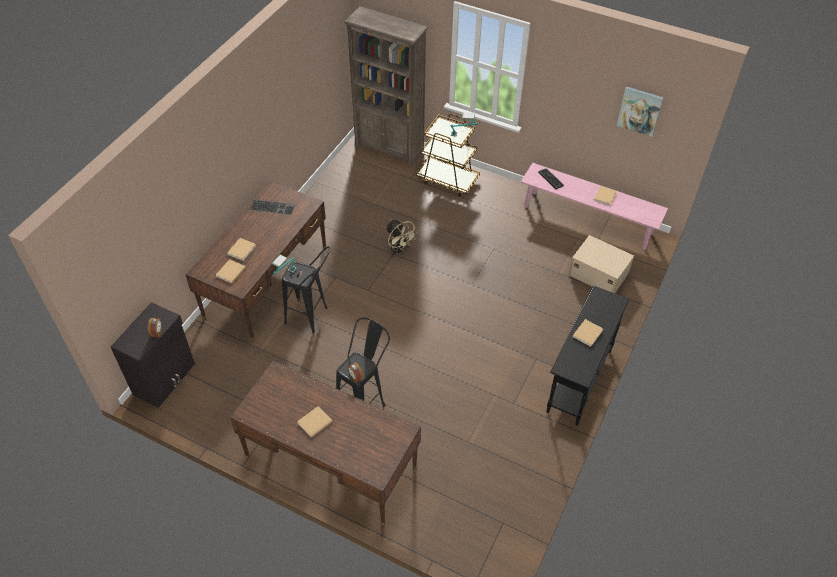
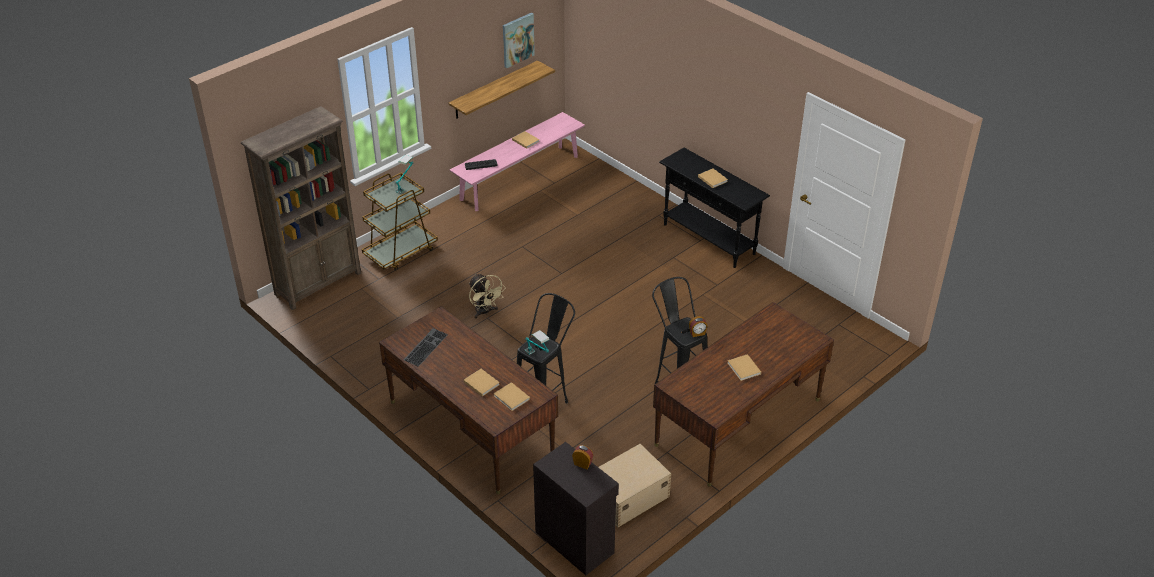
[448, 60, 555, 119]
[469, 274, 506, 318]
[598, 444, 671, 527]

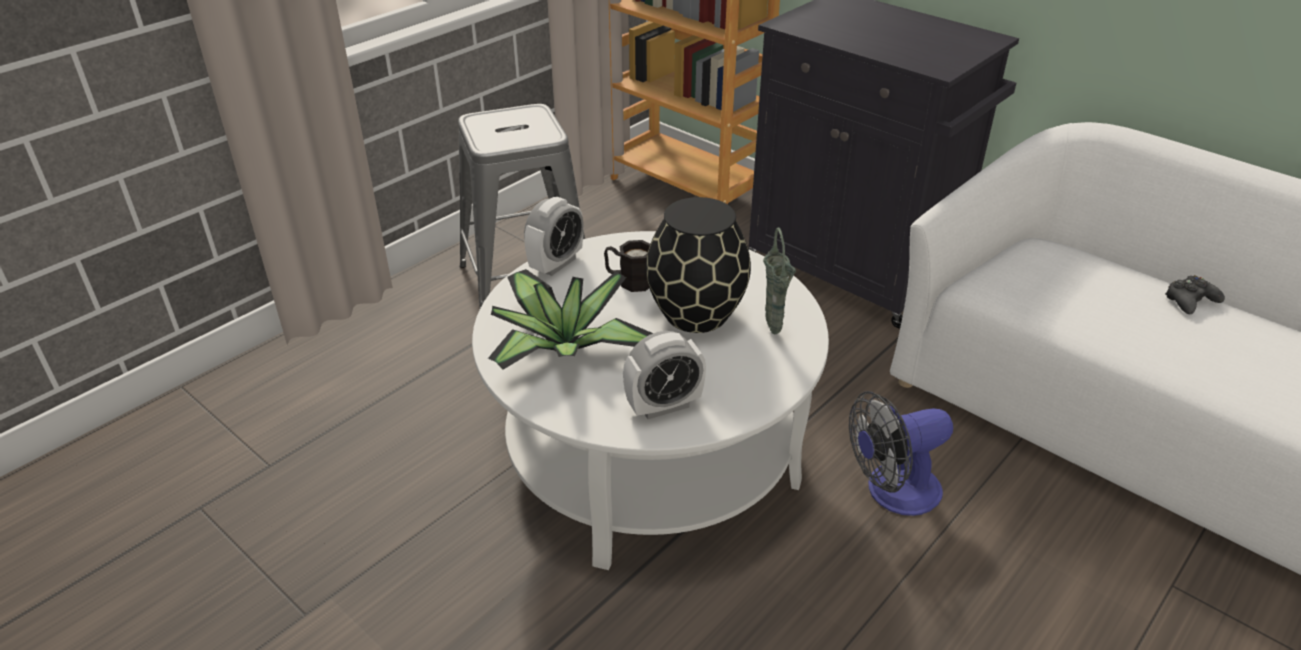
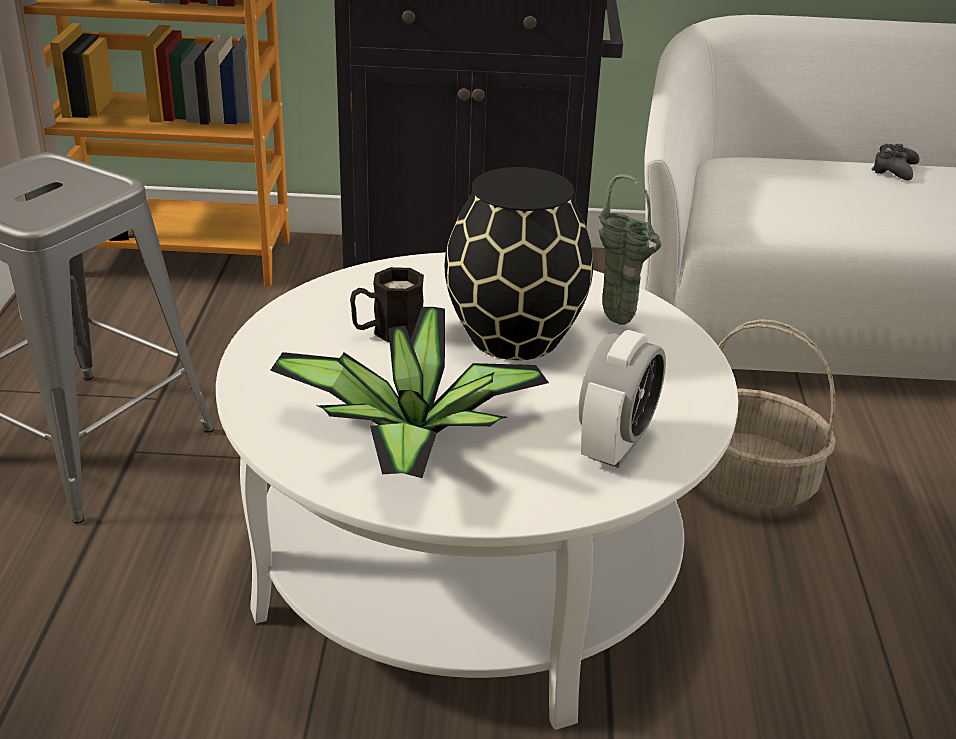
[702, 319, 836, 510]
[524, 197, 584, 276] (first image)

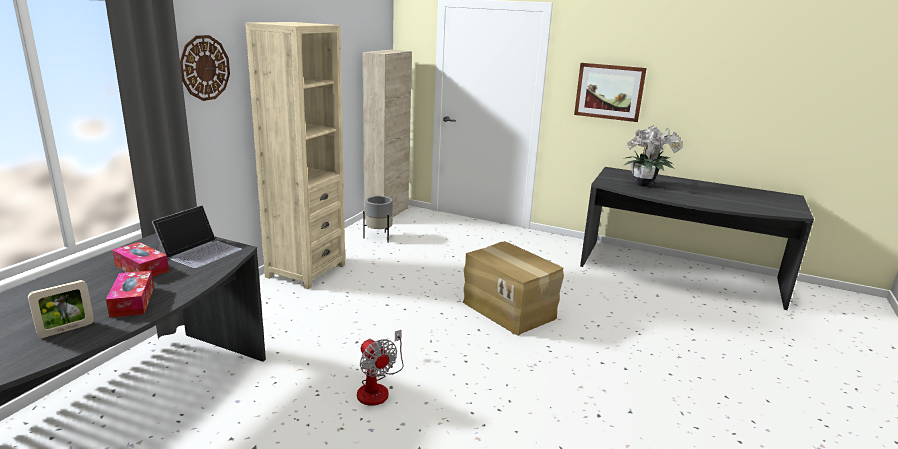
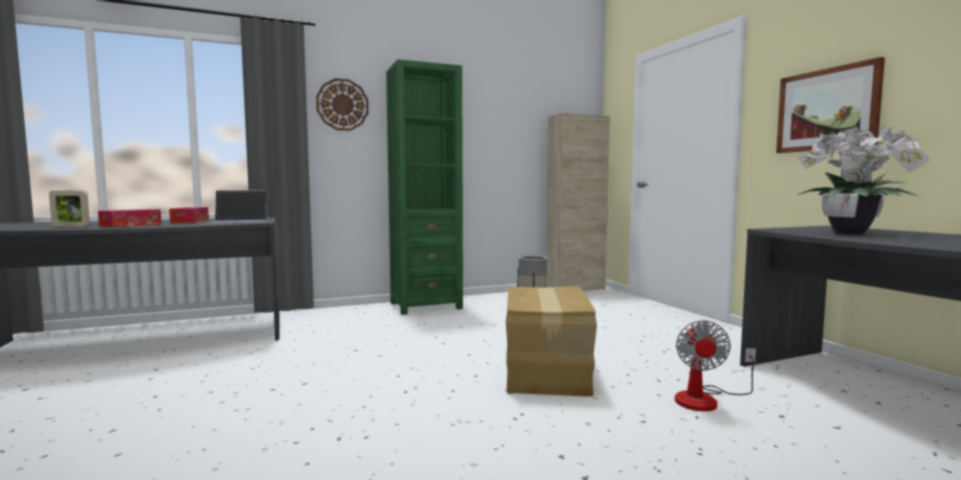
[386, 59, 463, 315]
[675, 320, 756, 411]

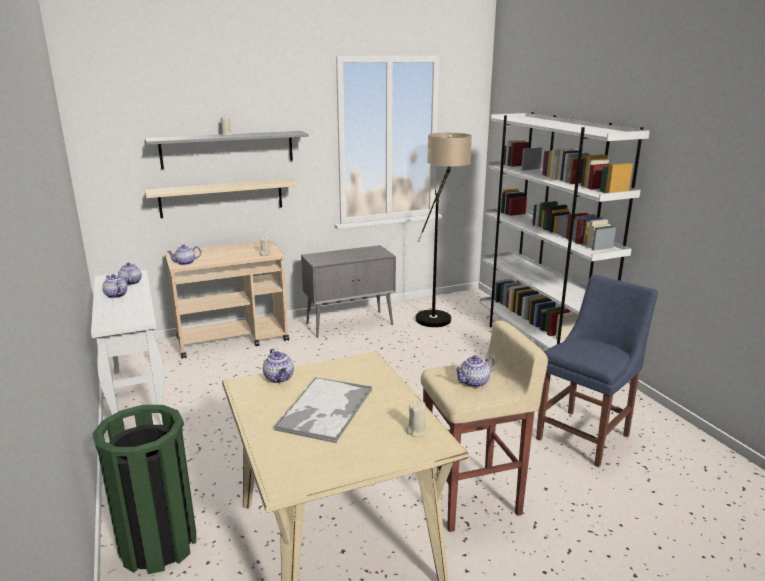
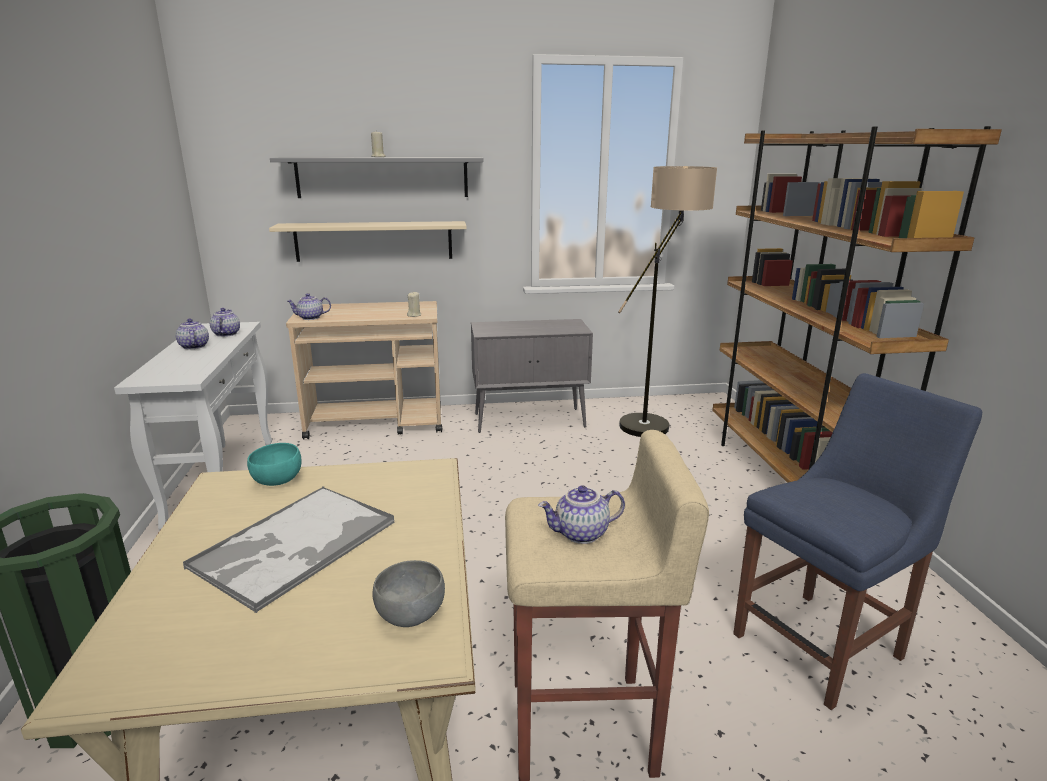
[247, 443, 301, 486]
[372, 560, 445, 627]
[712, 126, 1002, 483]

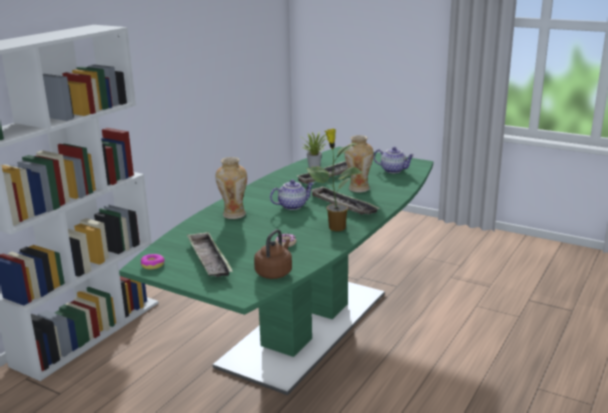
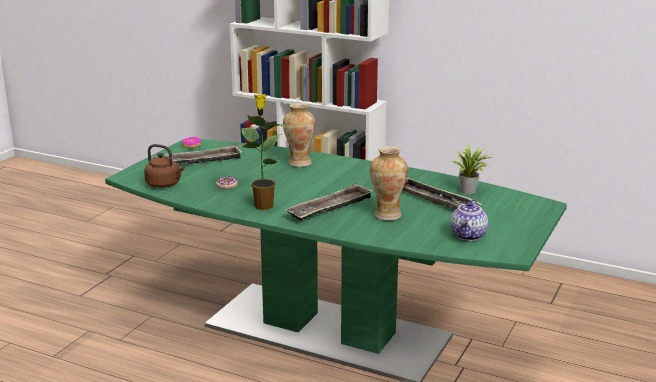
[270, 180, 314, 210] (first image)

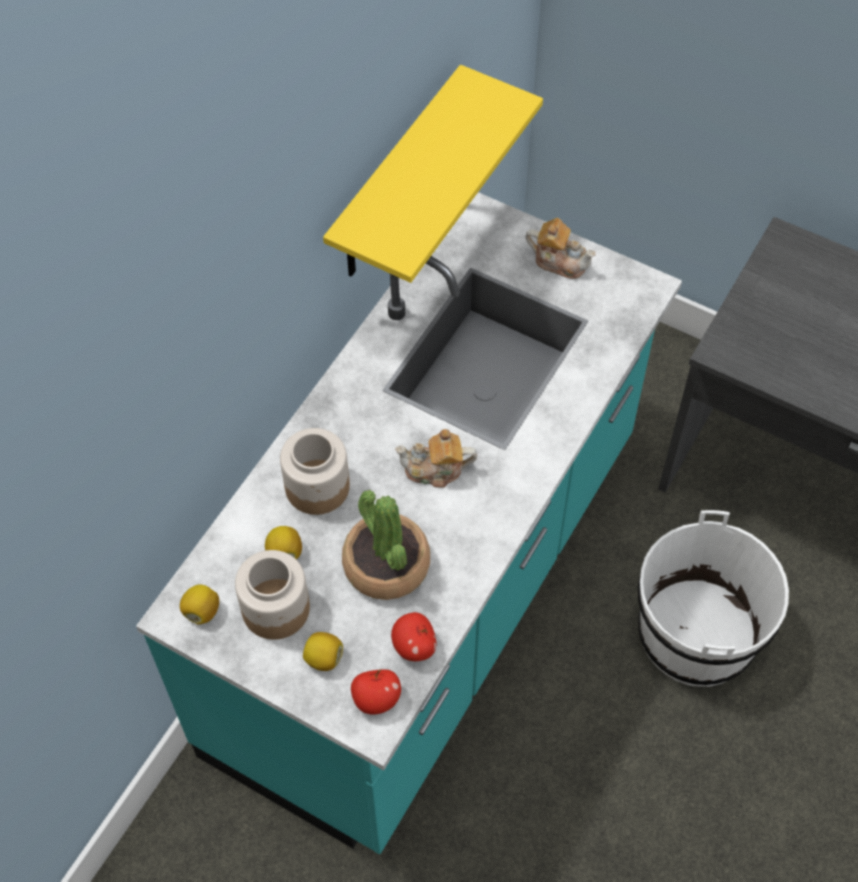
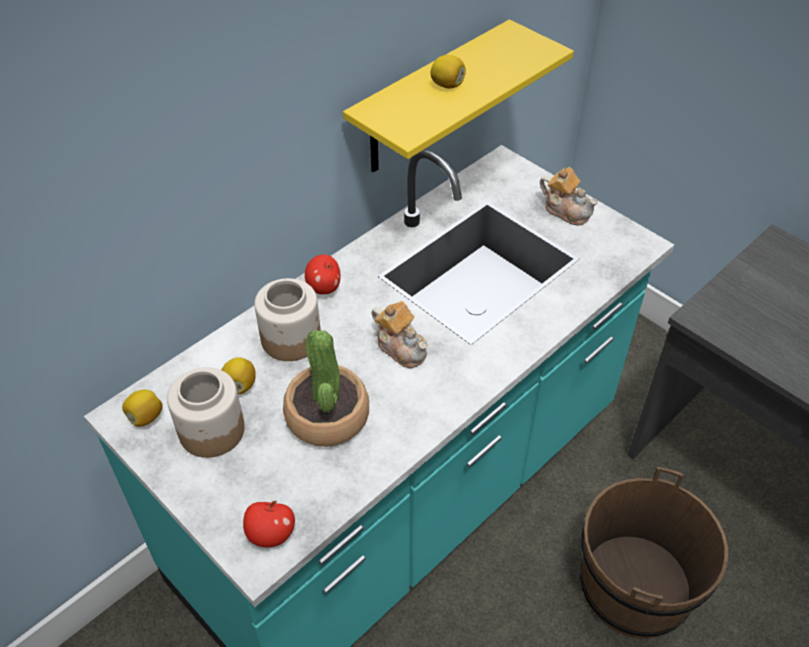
[305, 255, 340, 294]
[371, 301, 428, 368]
[430, 55, 466, 89]
[580, 467, 728, 639]

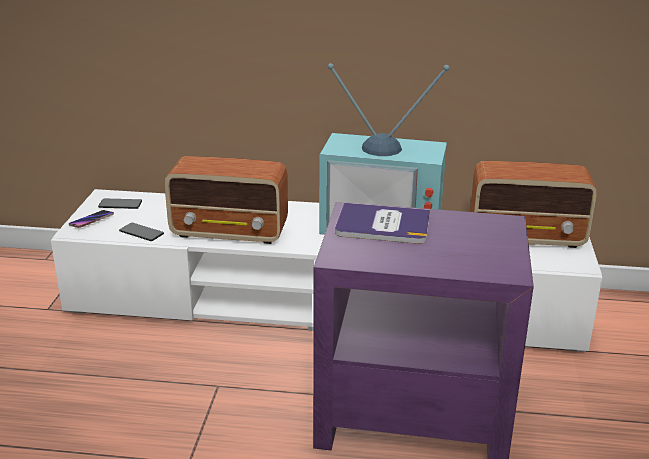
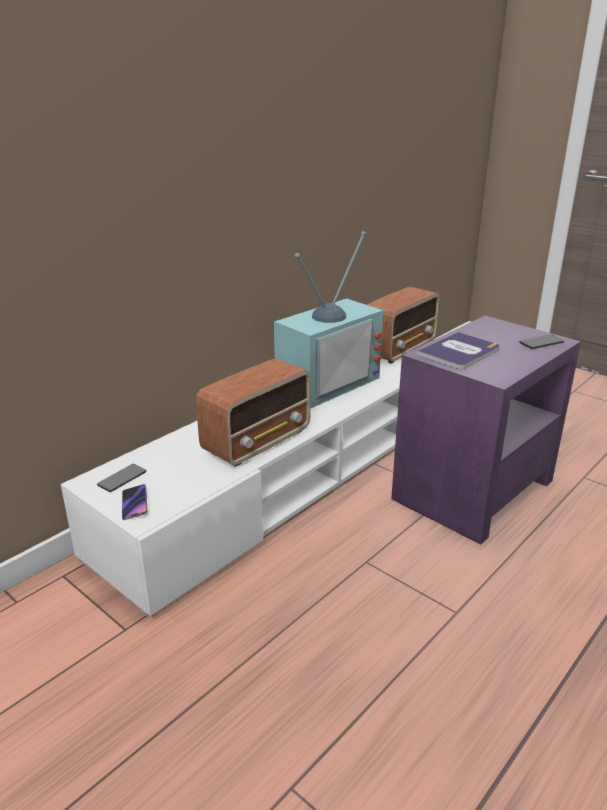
[519, 335, 564, 349]

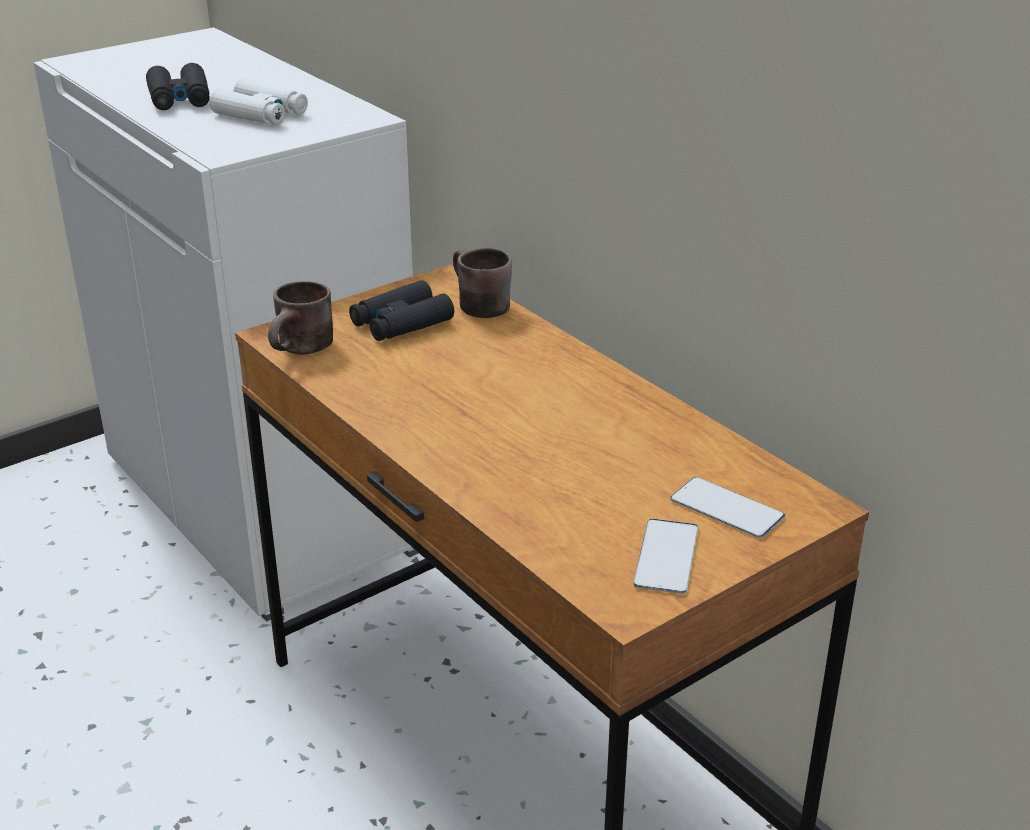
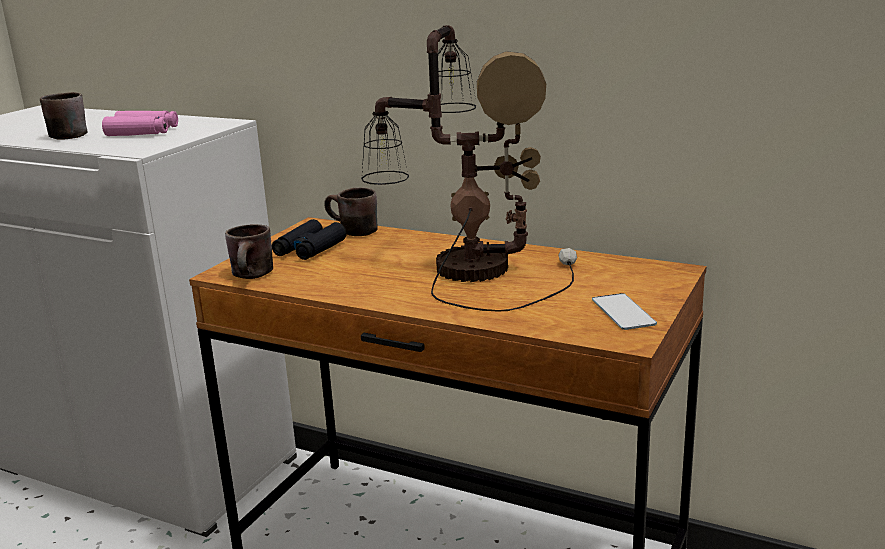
[40, 92, 88, 140]
[102, 111, 178, 136]
[361, 25, 577, 312]
[670, 477, 785, 538] (first image)

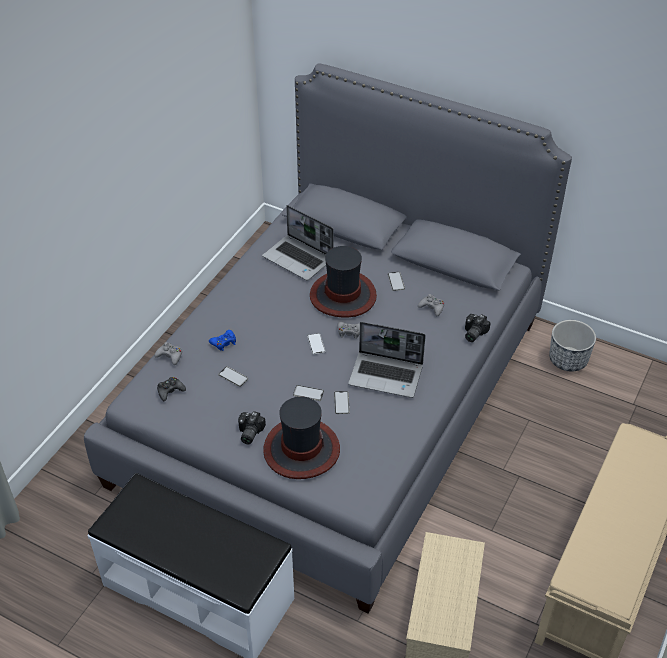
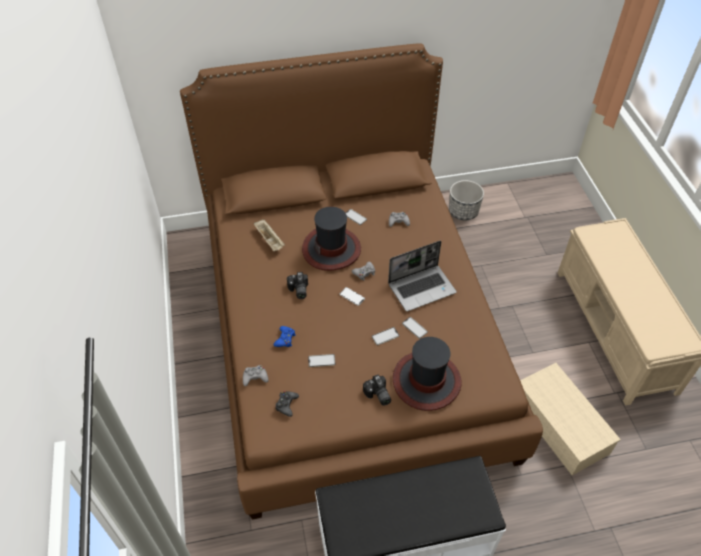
[180, 43, 543, 520]
[254, 219, 285, 251]
[287, 272, 308, 299]

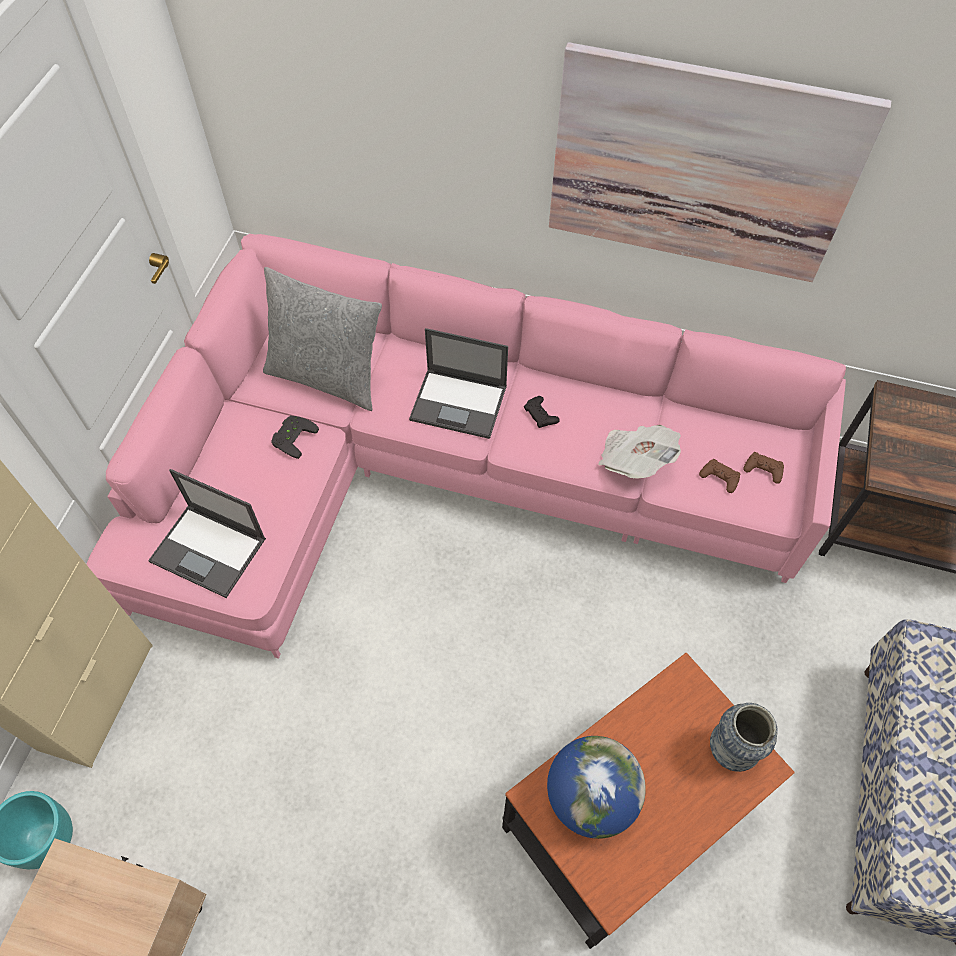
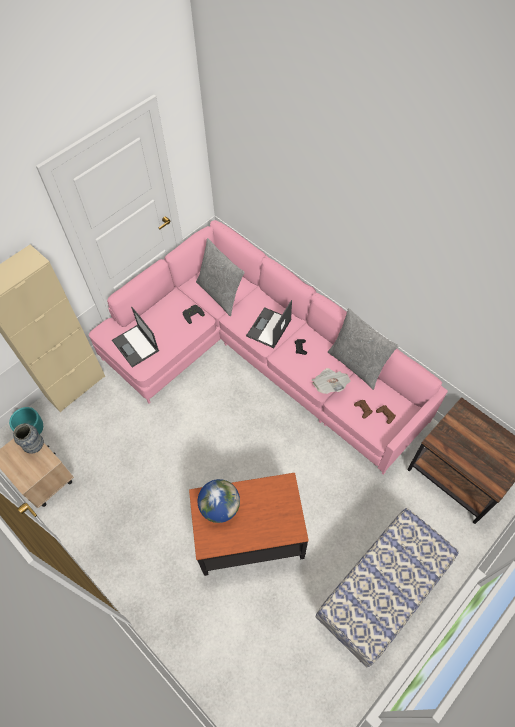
[13, 423, 44, 454]
[246, 300, 292, 348]
[328, 308, 399, 390]
[549, 42, 891, 282] (first image)

